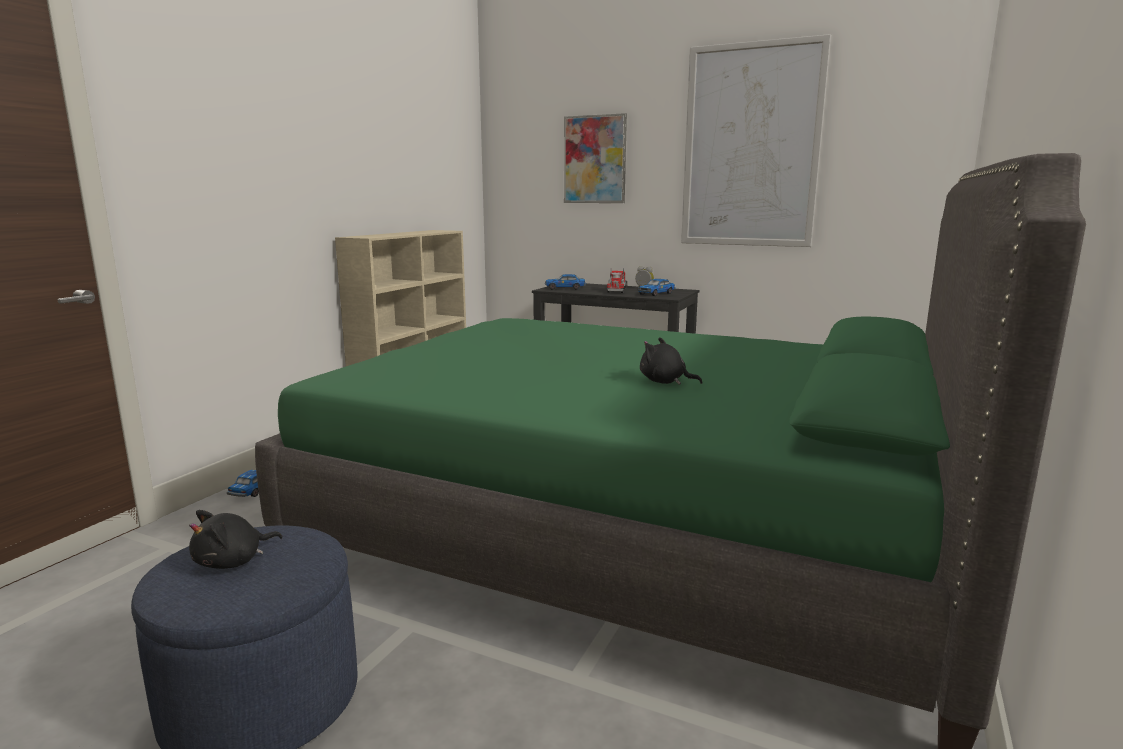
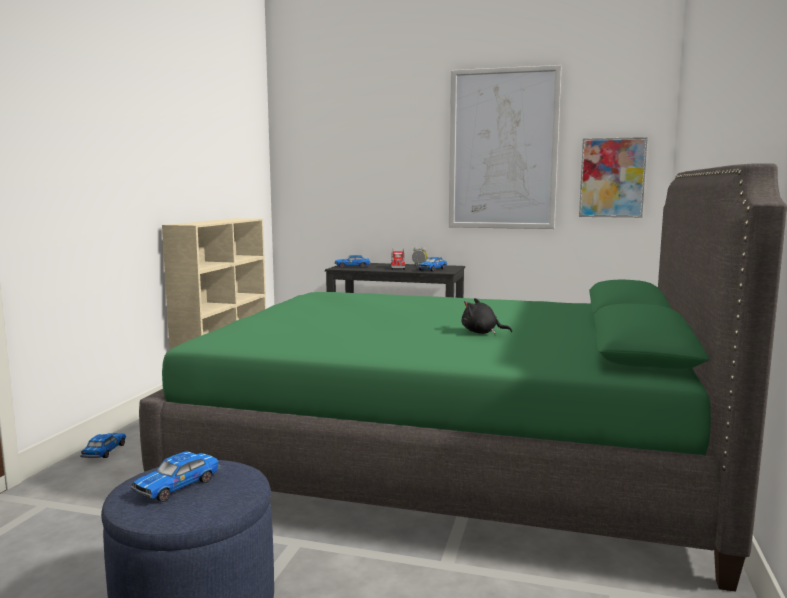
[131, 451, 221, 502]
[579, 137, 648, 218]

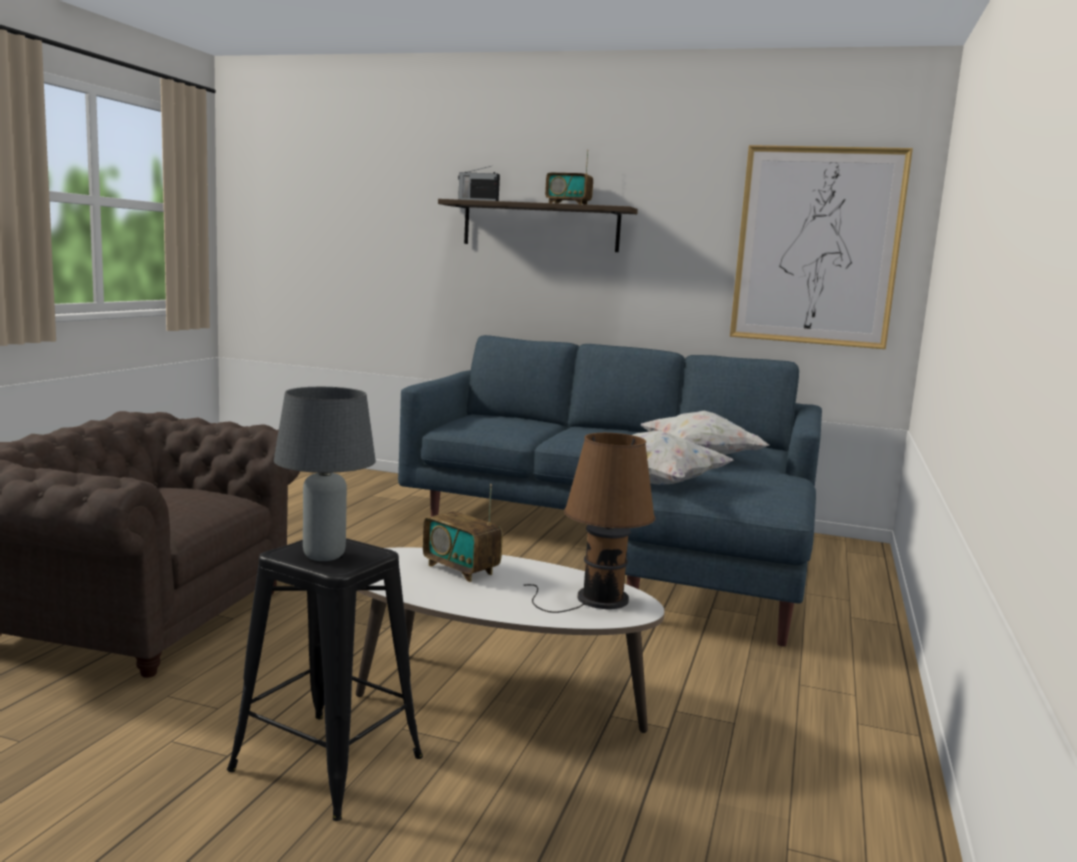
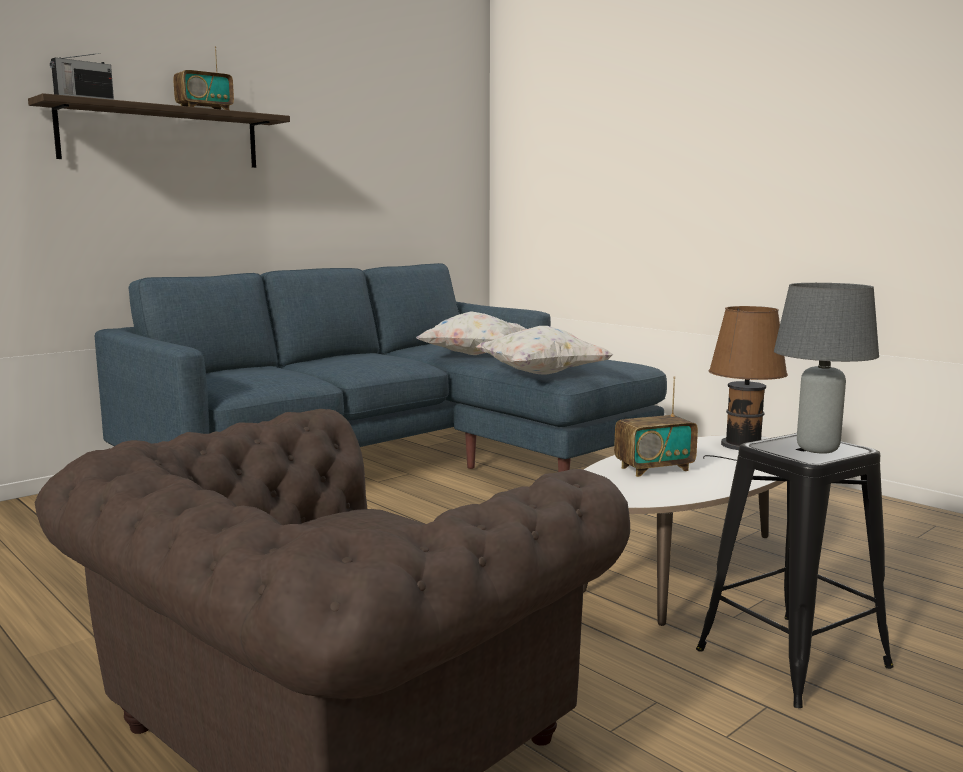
[730, 145, 913, 349] (first image)

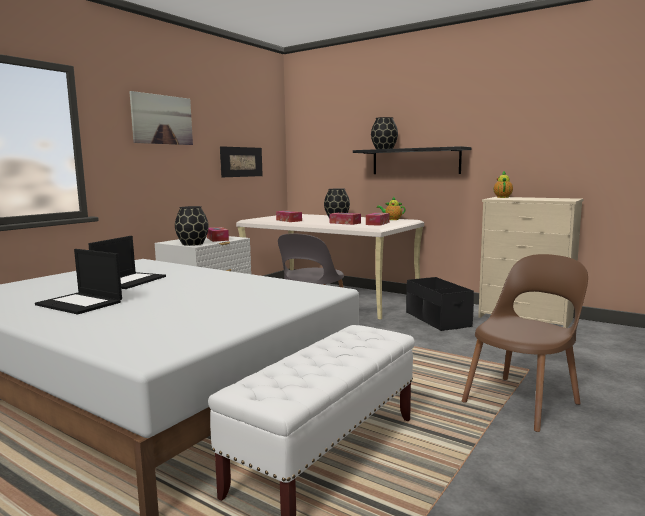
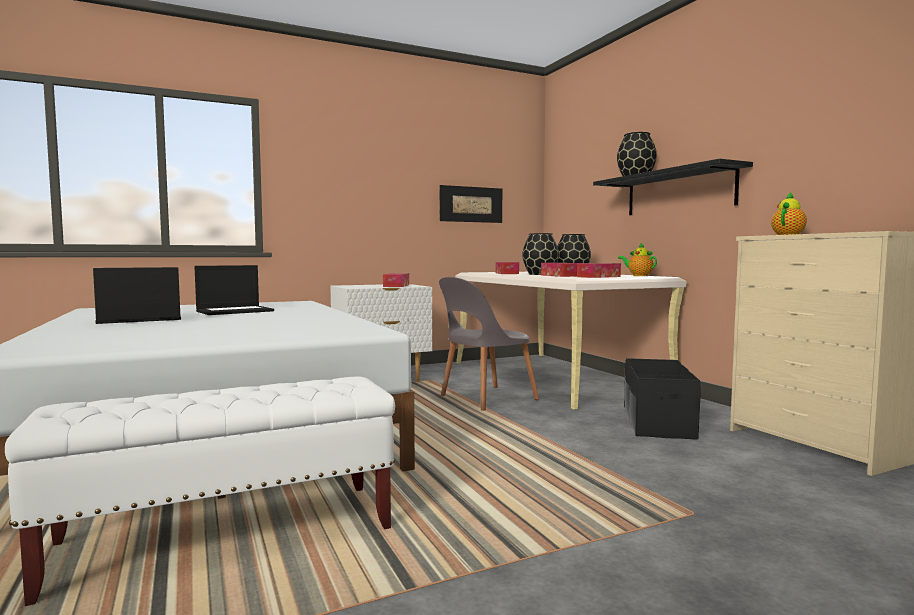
[93, 267, 181, 324]
[522, 233, 559, 275]
[129, 91, 193, 145] (first image)
[462, 254, 588, 432] (first image)

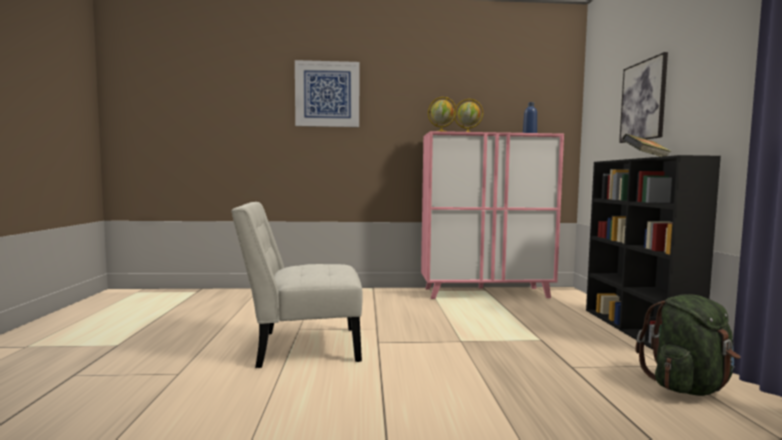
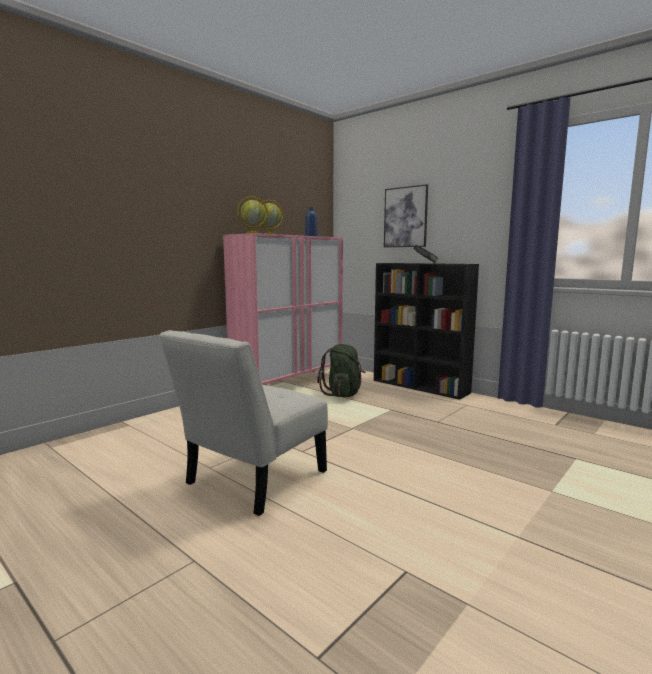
[317, 344, 366, 397]
[295, 60, 360, 127] (first image)

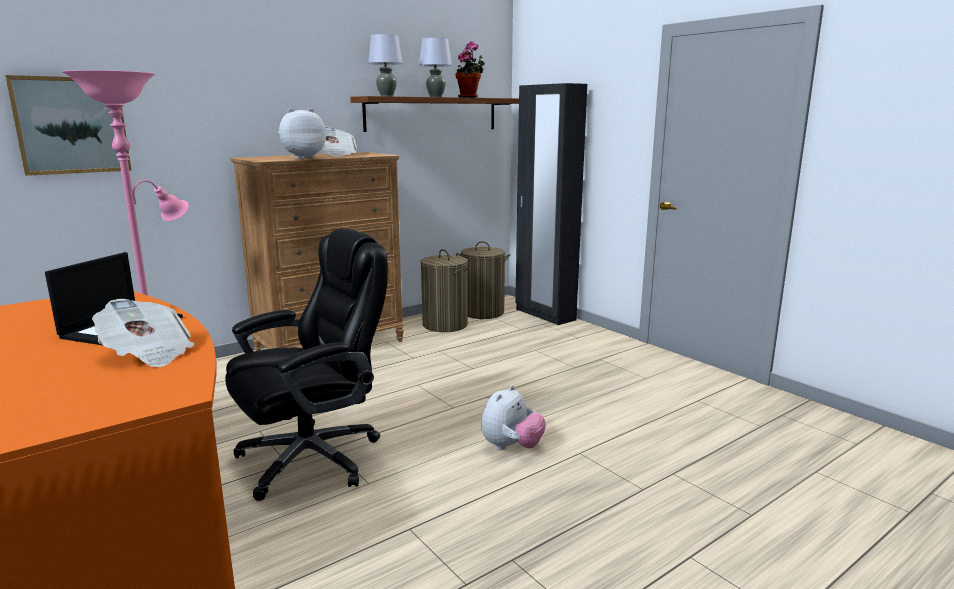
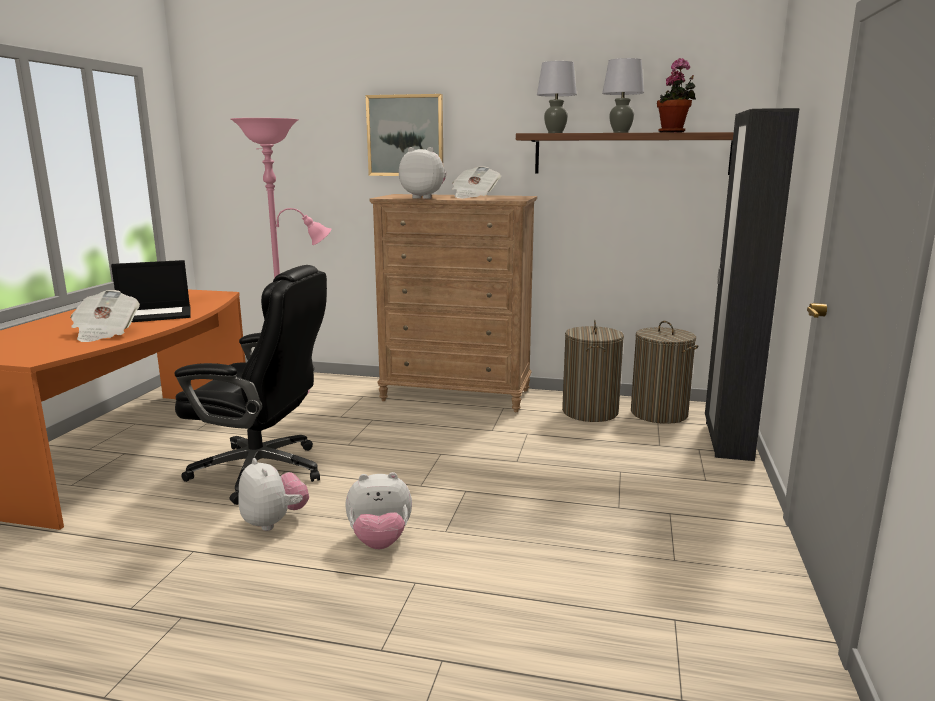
[238, 458, 309, 531]
[366, 94, 443, 176]

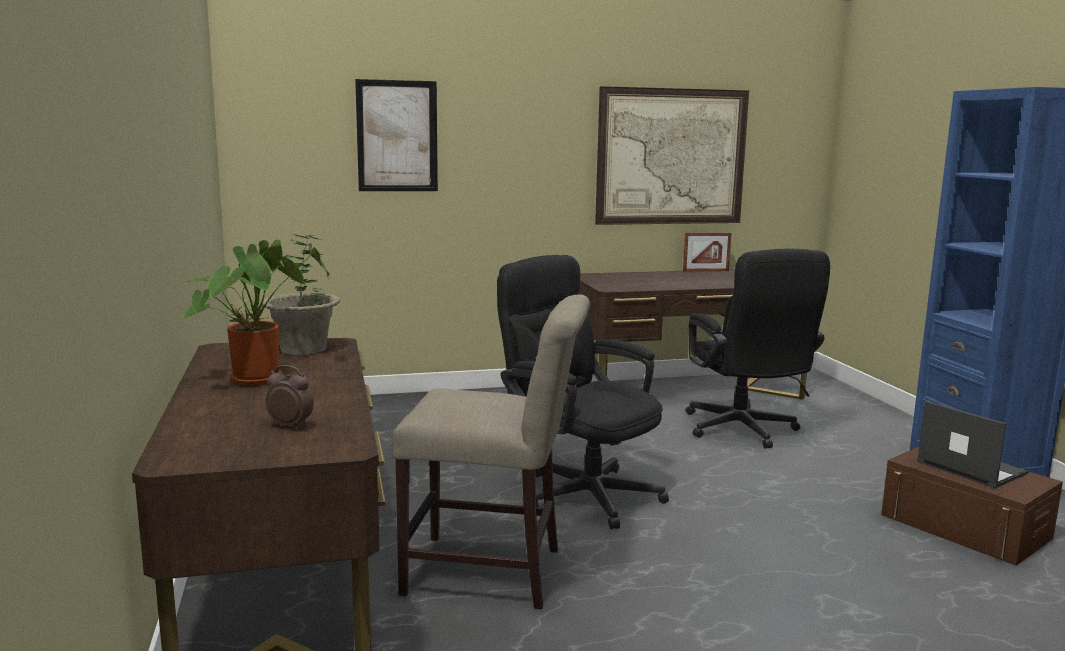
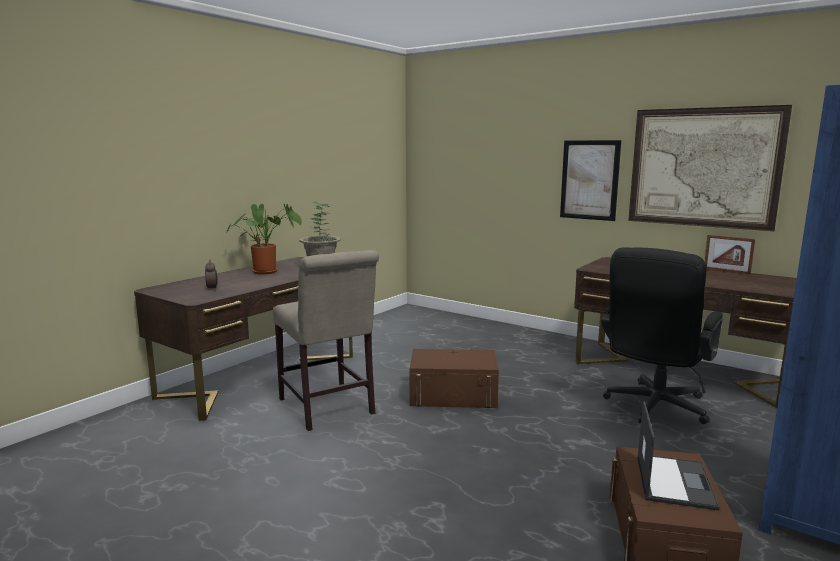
[409, 349, 499, 408]
[560, 140, 621, 221]

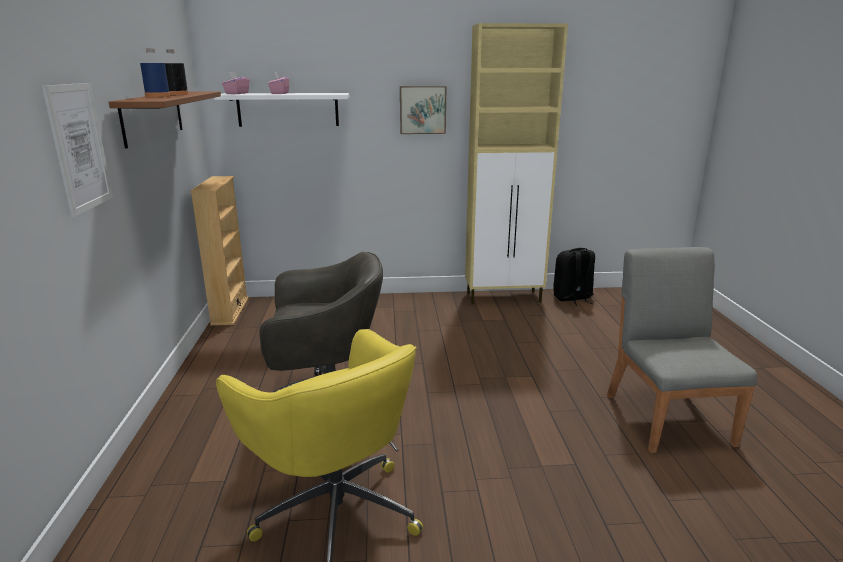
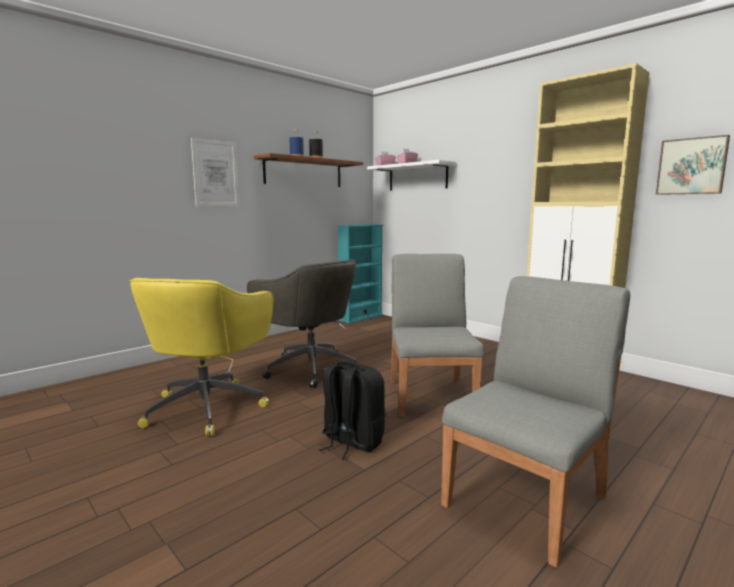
[319, 361, 385, 460]
[337, 224, 383, 323]
[391, 254, 484, 417]
[656, 135, 730, 195]

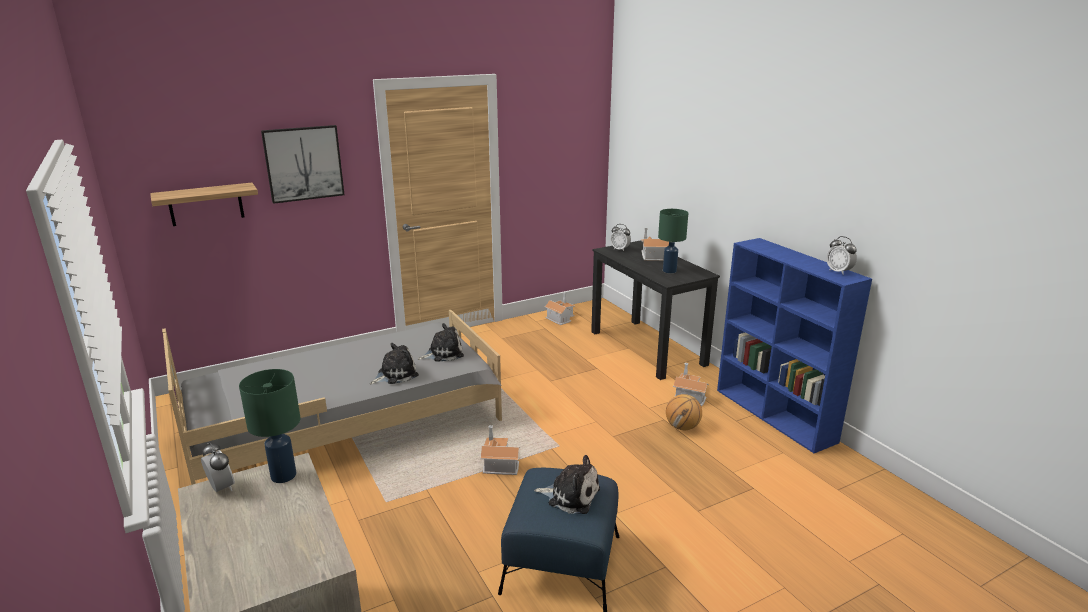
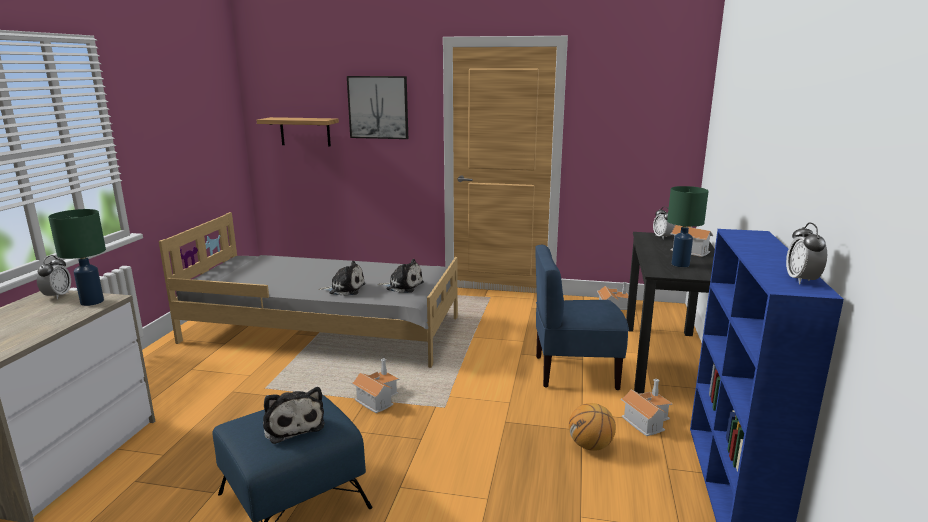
[535, 245, 629, 390]

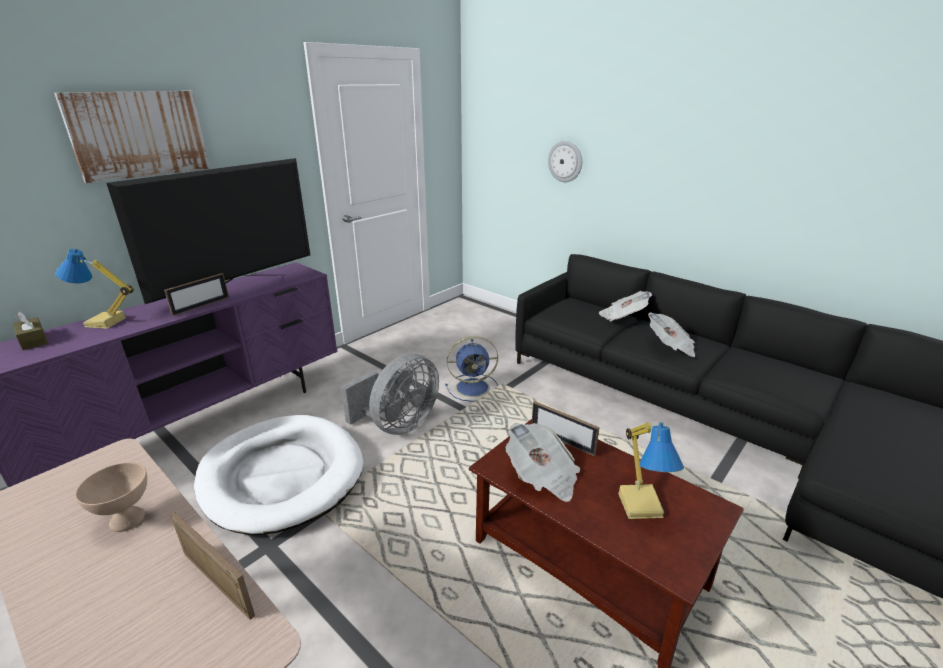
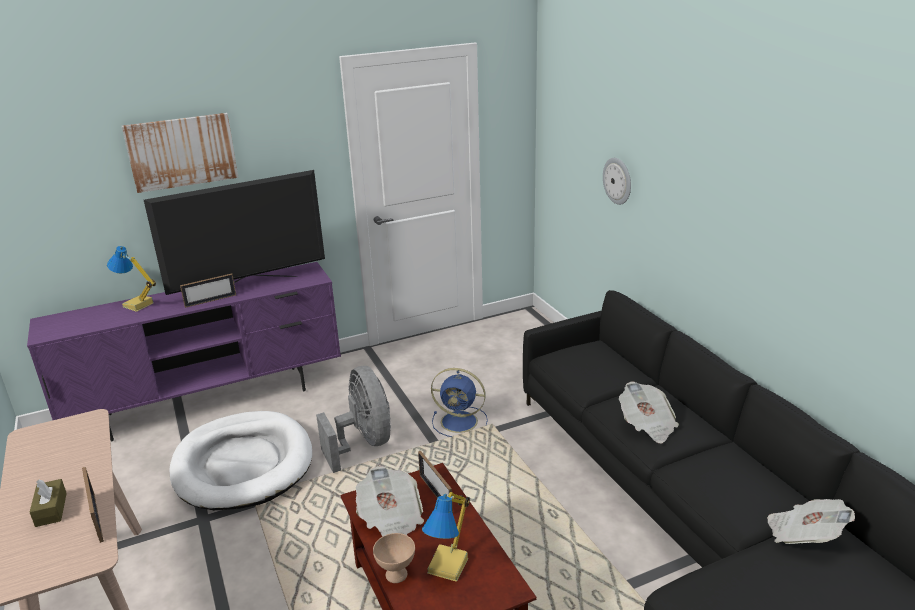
[29, 479, 67, 527]
[316, 366, 391, 473]
[373, 533, 415, 583]
[767, 499, 855, 544]

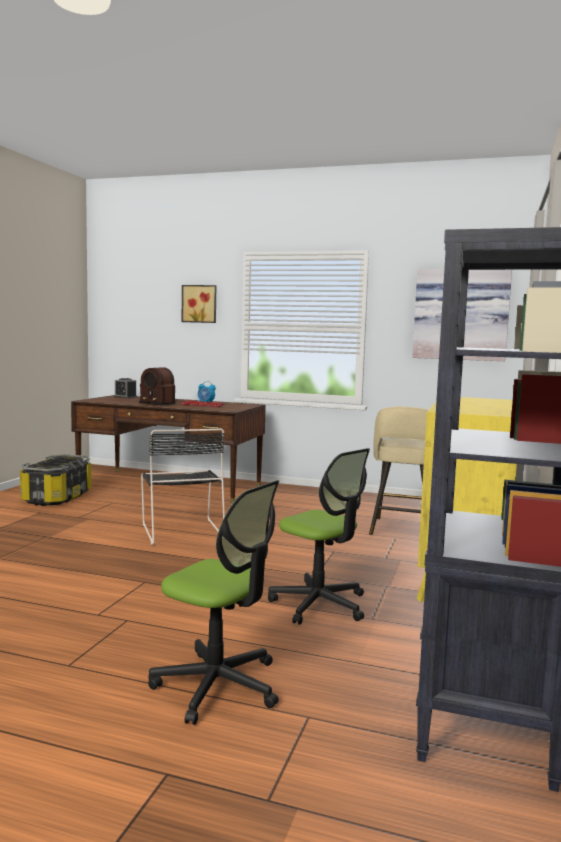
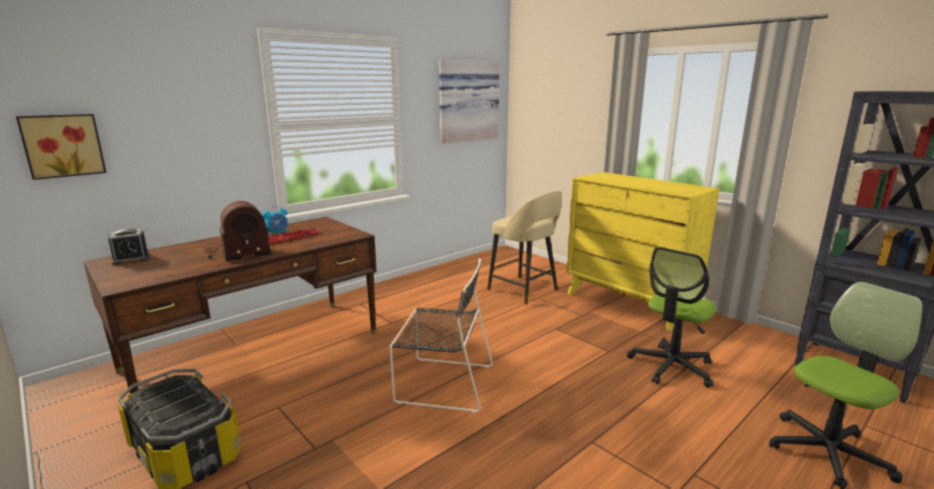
[16, 114, 107, 180]
[627, 247, 716, 388]

